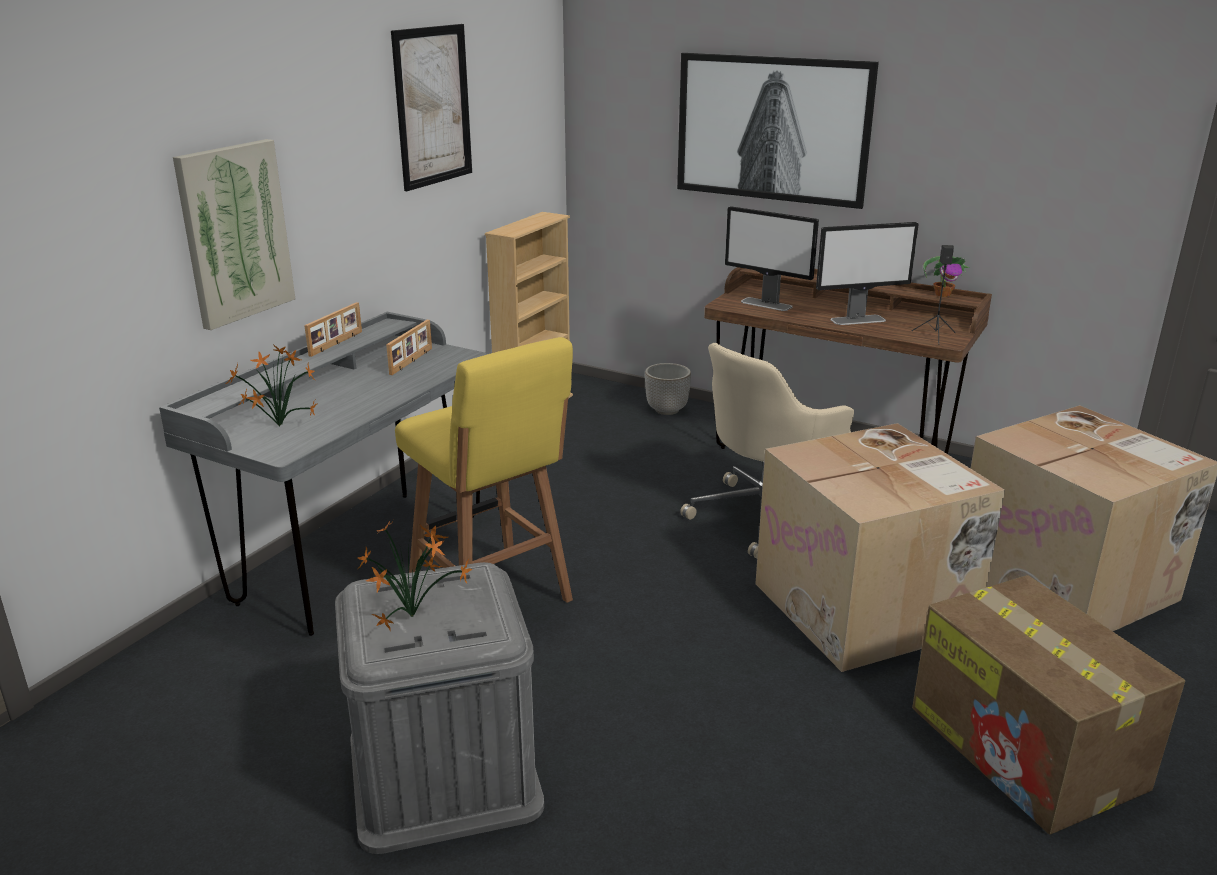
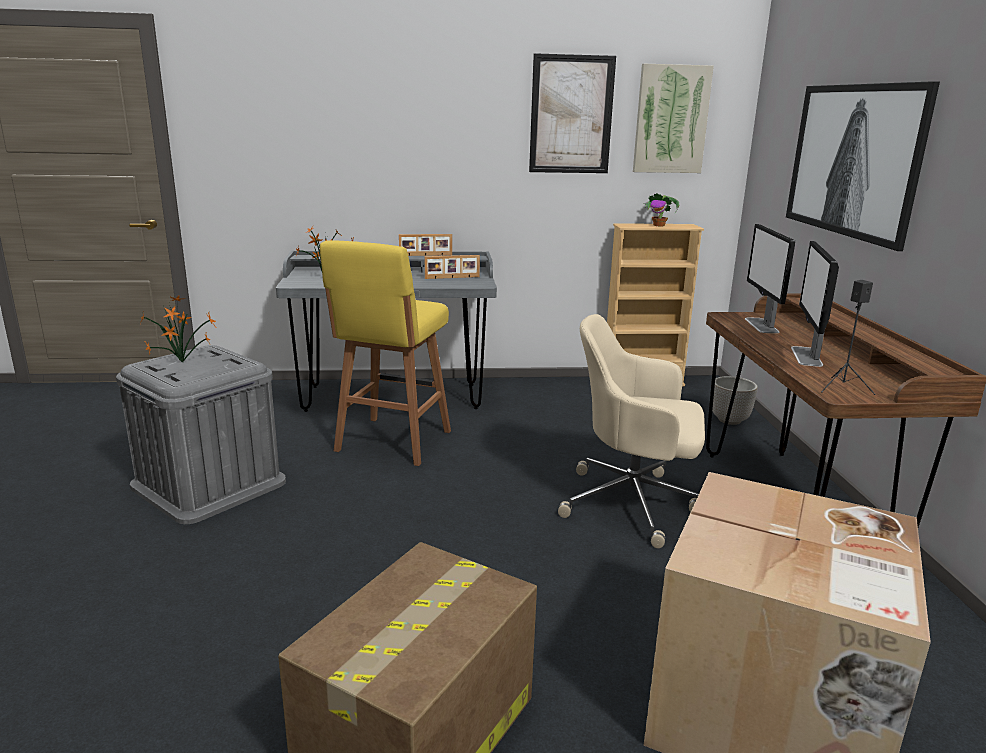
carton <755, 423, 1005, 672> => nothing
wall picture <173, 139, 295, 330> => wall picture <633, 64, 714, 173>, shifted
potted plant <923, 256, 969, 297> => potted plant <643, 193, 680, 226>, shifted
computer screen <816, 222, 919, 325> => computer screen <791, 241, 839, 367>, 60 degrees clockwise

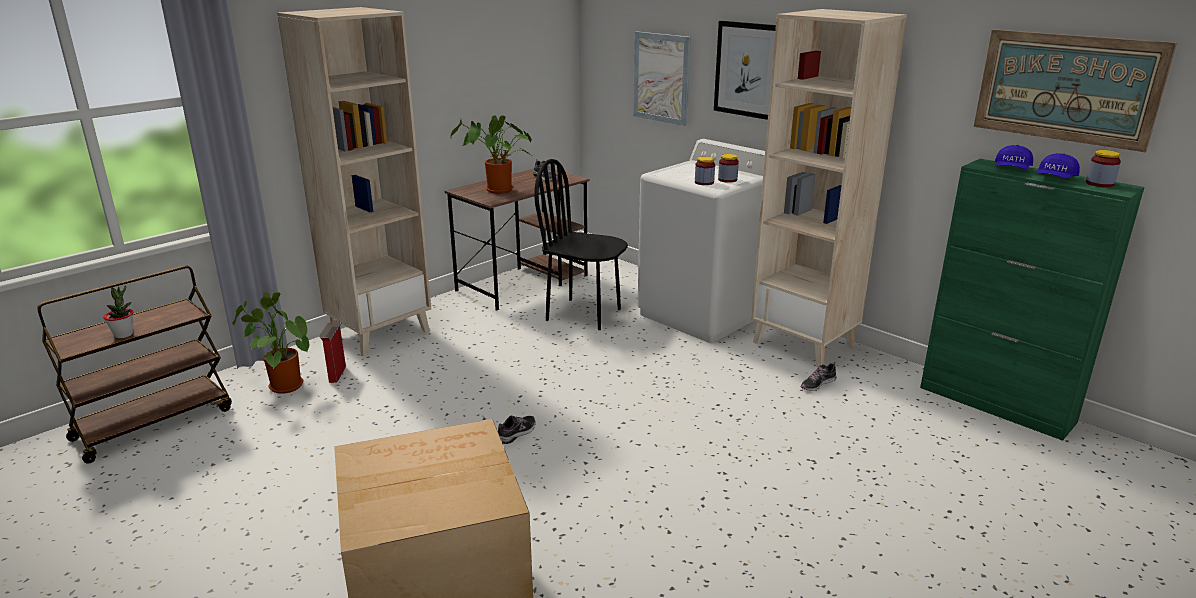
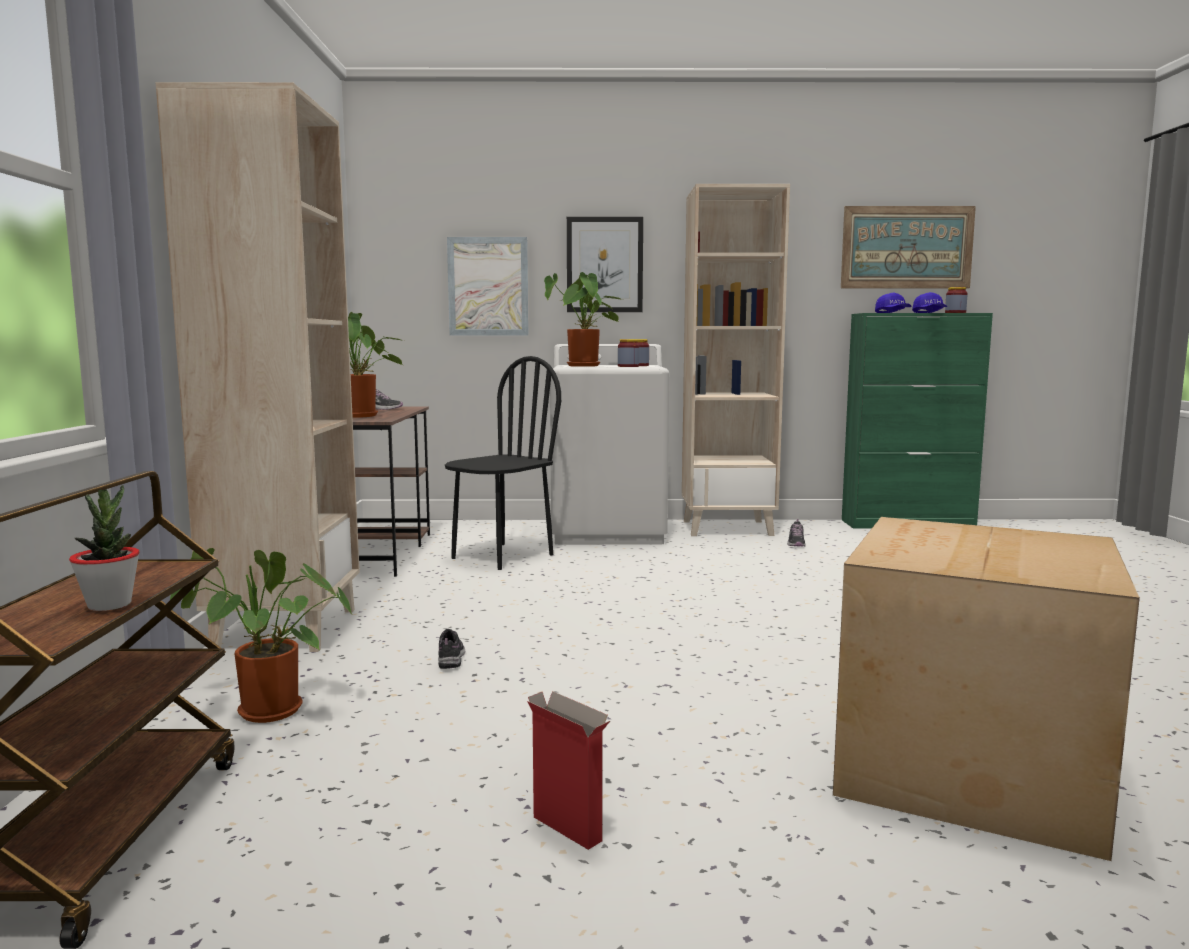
nothing => potted plant <544, 272, 622, 367>
carton <319, 320, 346, 383> => carton <527, 691, 610, 850>, shifted
shoe <498, 415, 536, 444> => shoe <438, 629, 465, 669>, shifted
upright chair (black-coloured) <534, 159, 628, 330> => upright chair (black-coloured) <445, 356, 561, 570>, 150 degrees clockwise

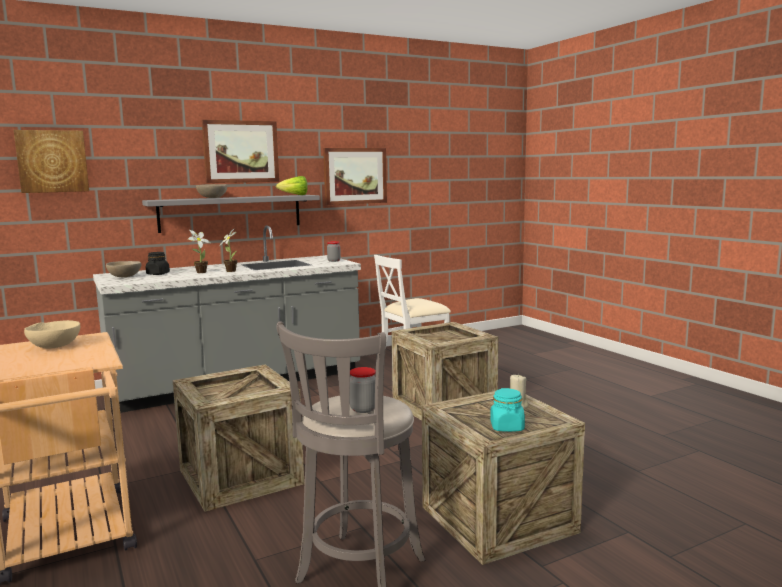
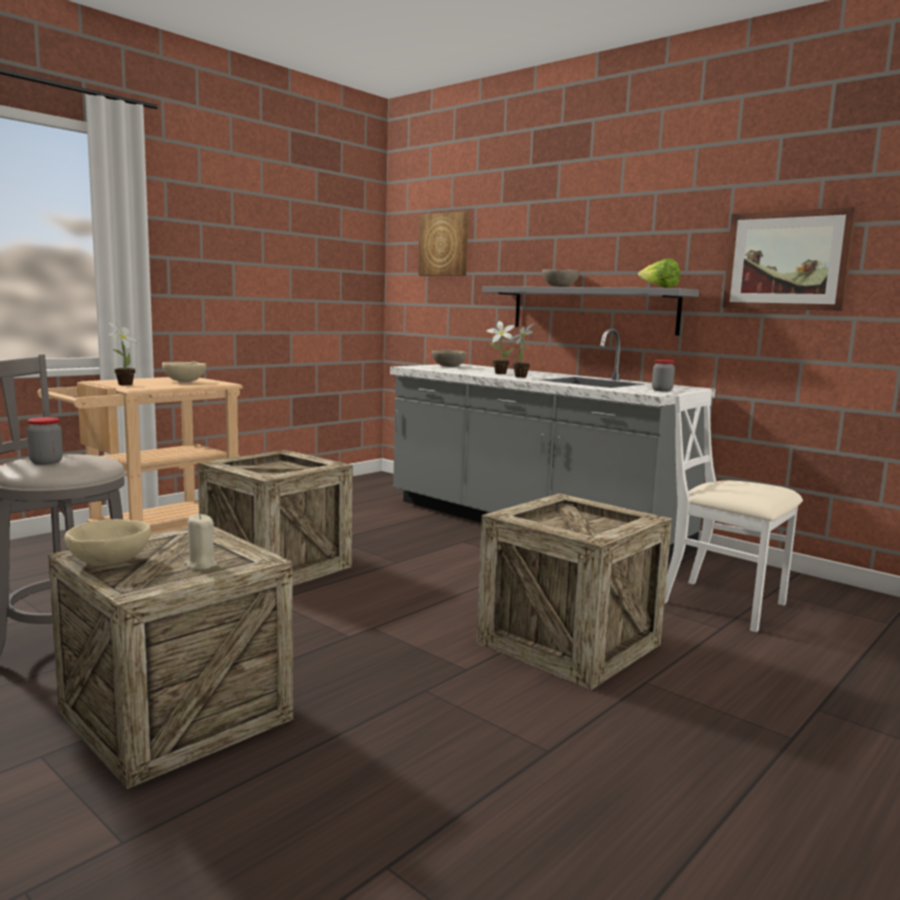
jar (black-coloured) <146, 252, 170, 275> => nothing
wall picture <202, 120, 279, 183> => nothing
nothing => potted plant <108, 323, 140, 385>
jar (blue-green) <490, 388, 525, 432> => bowl (beige) <64, 519, 151, 566>

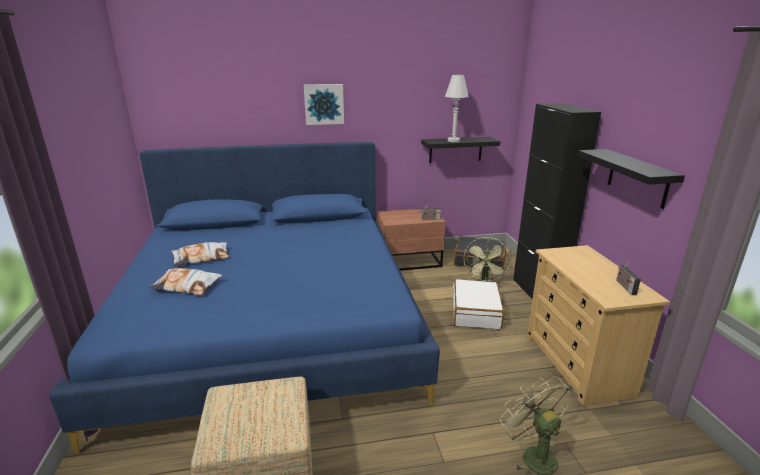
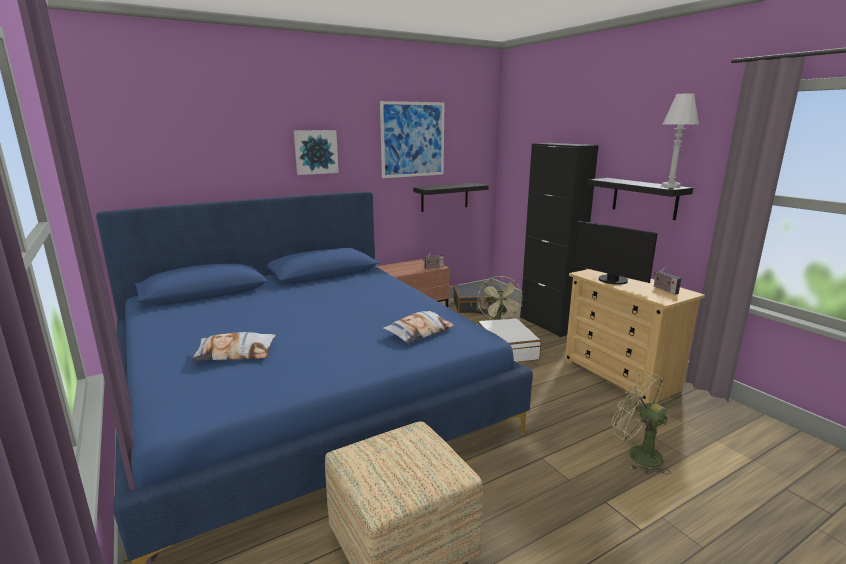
nothing => wall picture <380, 101, 444, 178>
nothing => computer screen <573, 221, 658, 285>
cushion <171, 242, 229, 266> => cushion <383, 311, 455, 344>, shifted
table lamp (whitish) <445, 75, 469, 142> => table lamp (whitish) <662, 94, 699, 188>, shifted

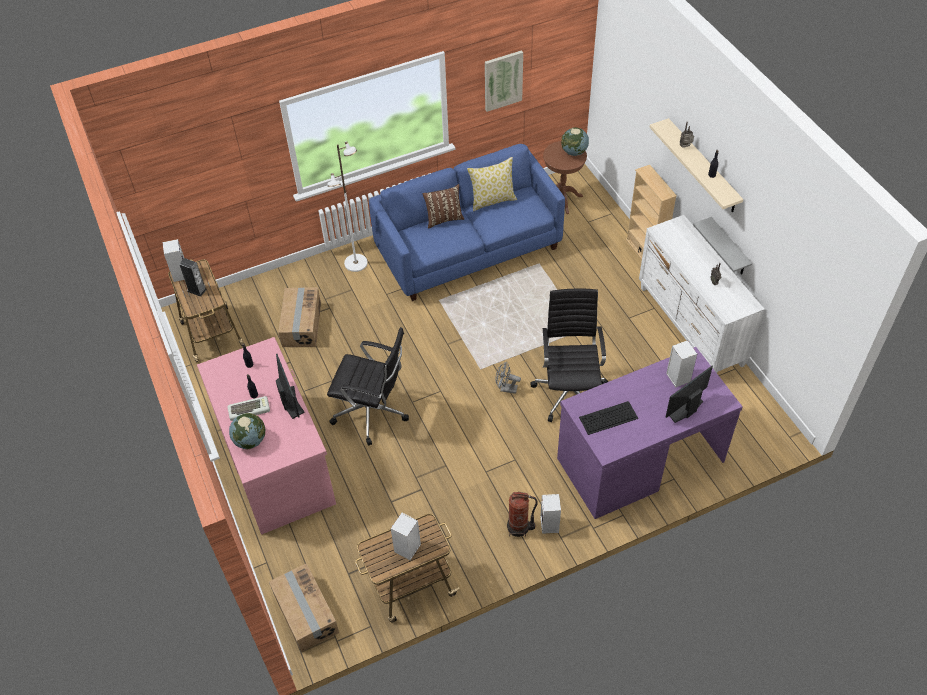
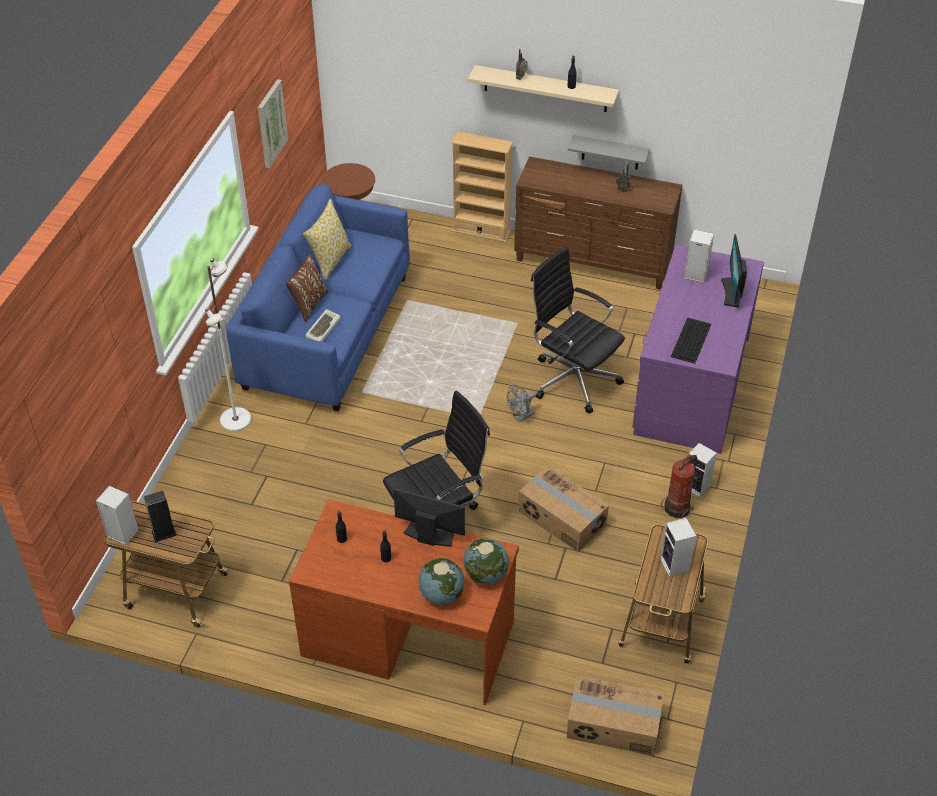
keyboard <227, 396, 270, 421> => keyboard <306, 309, 341, 342>, shifted
carton <278, 288, 321, 347> => carton <519, 465, 609, 552>, shifted
globe <561, 128, 589, 156> => globe <464, 538, 509, 584>, shifted
desk (pink) <197, 337, 336, 535> => desk (brown) <289, 499, 519, 705>
chest of drawers (whitish) <639, 215, 765, 373> => chest of drawers (brown) <514, 156, 682, 289>

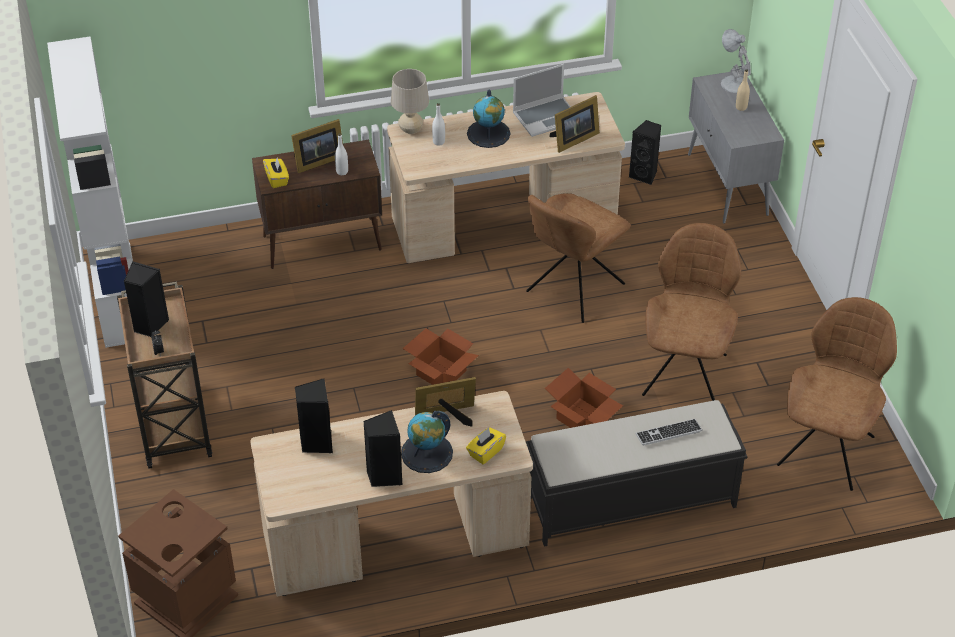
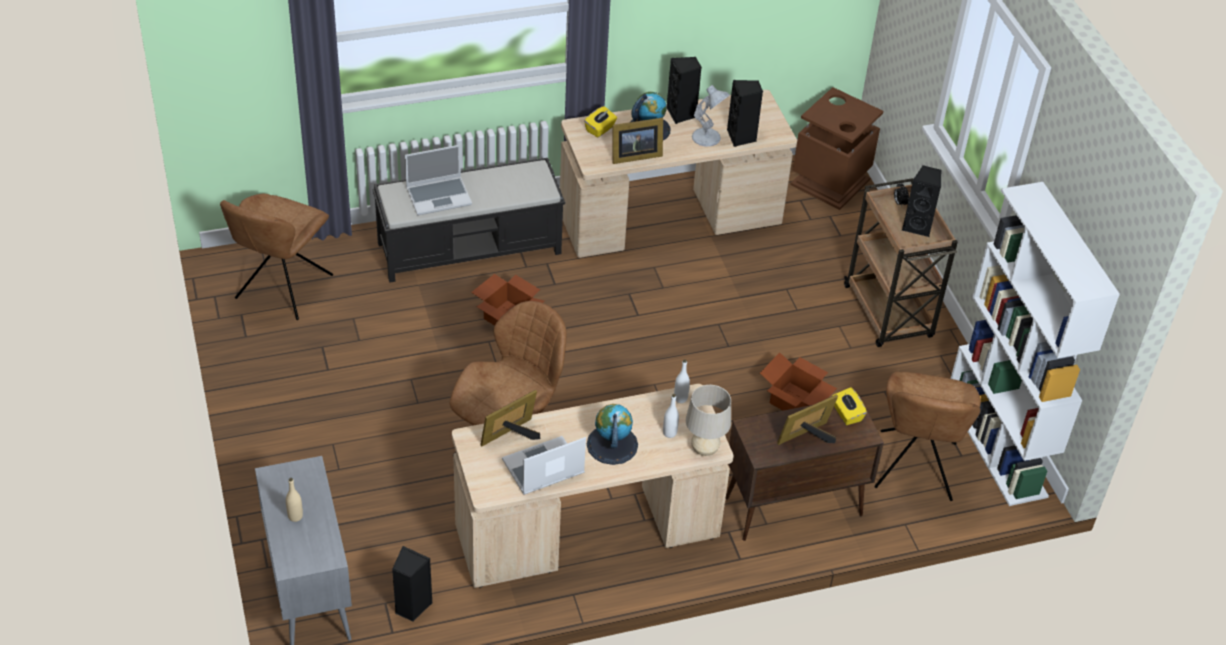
beverage bottle (whitish) <335, 133, 348, 175> => beverage bottle (whitish) <674, 359, 690, 403>, shifted
carton <403, 328, 479, 385> => carton <760, 353, 837, 411>, shifted
upright chair (brown) <642, 223, 741, 401> => upright chair (brown) <874, 371, 981, 501>, shifted
table lamp (whitish) <721, 29, 751, 93> => table lamp (whitish) <692, 85, 730, 147>, shifted
keyboard <636, 419, 702, 446> => portable computer <405, 145, 472, 215>

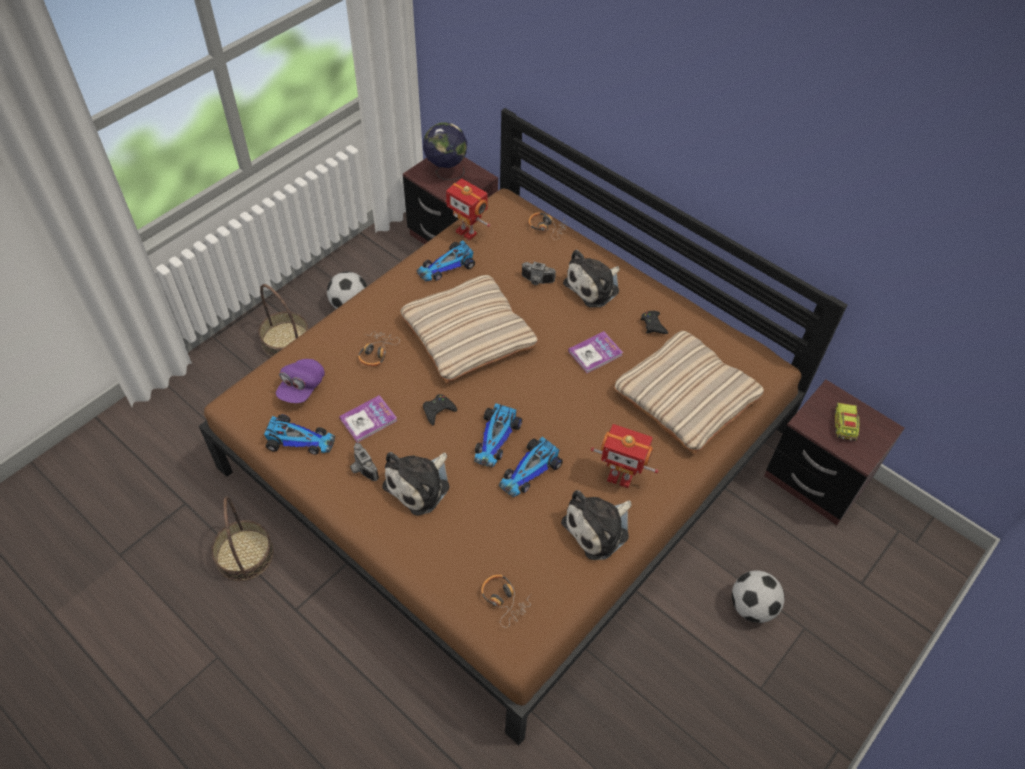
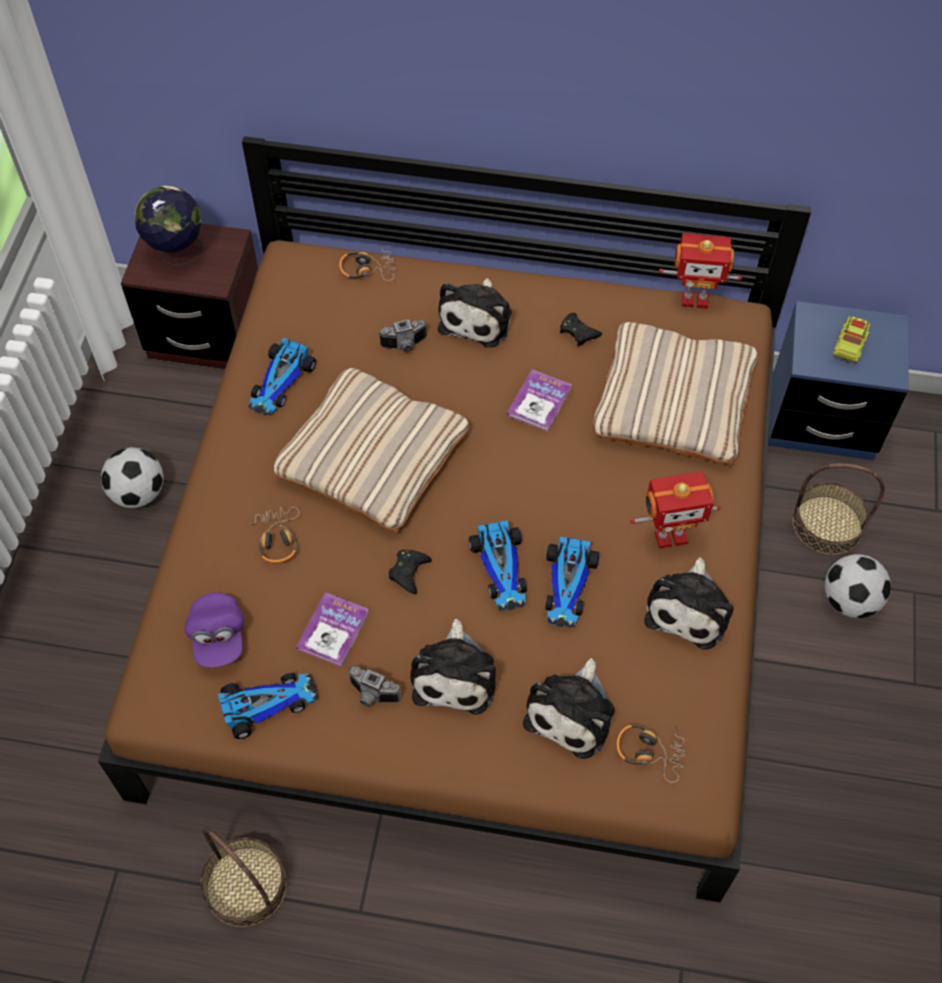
nothing => plush toy <523, 658, 615, 759>
storage basket <258, 284, 308, 357> => storage basket <792, 463, 885, 555>, shifted
robot figure <445, 178, 490, 240> => robot figure <659, 233, 742, 309>, shifted
nightstand (brown) <764, 380, 905, 525> => nightstand (bluish) <768, 301, 909, 460>
toy truck <835, 403, 860, 441> => toy truck <833, 316, 870, 364>, 135 degrees counterclockwise

